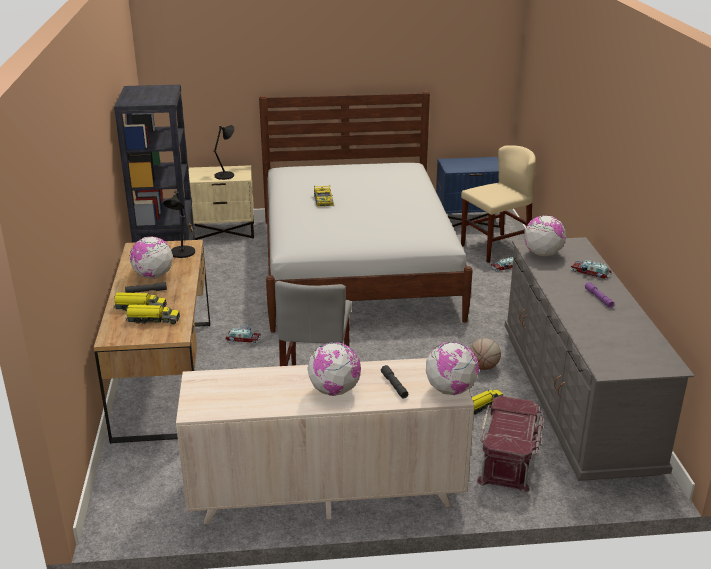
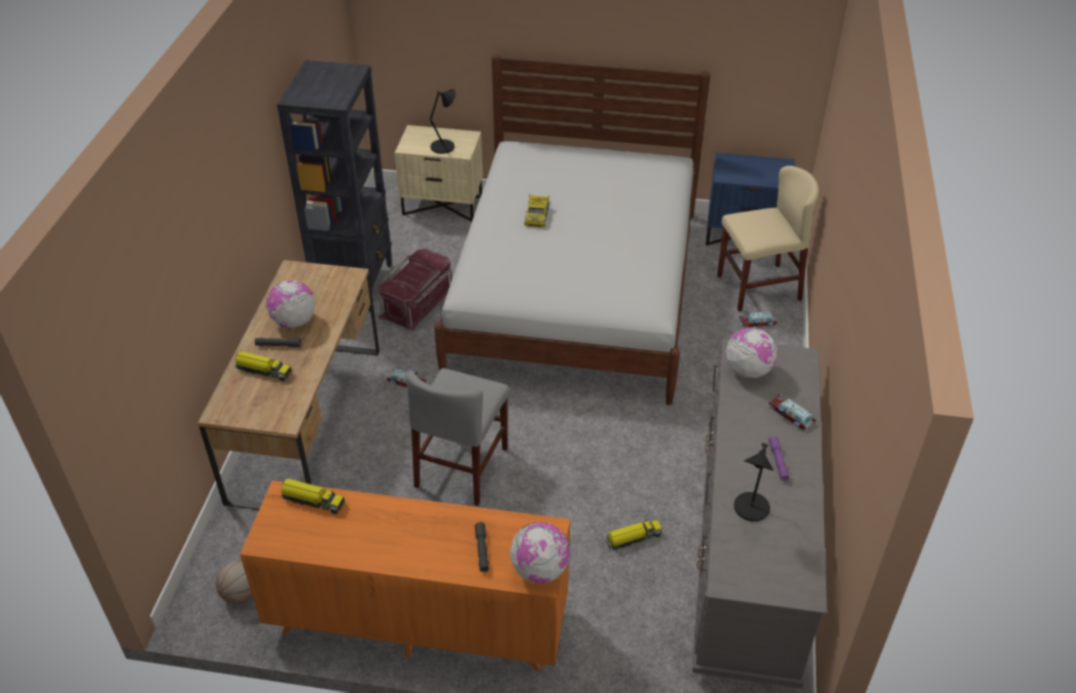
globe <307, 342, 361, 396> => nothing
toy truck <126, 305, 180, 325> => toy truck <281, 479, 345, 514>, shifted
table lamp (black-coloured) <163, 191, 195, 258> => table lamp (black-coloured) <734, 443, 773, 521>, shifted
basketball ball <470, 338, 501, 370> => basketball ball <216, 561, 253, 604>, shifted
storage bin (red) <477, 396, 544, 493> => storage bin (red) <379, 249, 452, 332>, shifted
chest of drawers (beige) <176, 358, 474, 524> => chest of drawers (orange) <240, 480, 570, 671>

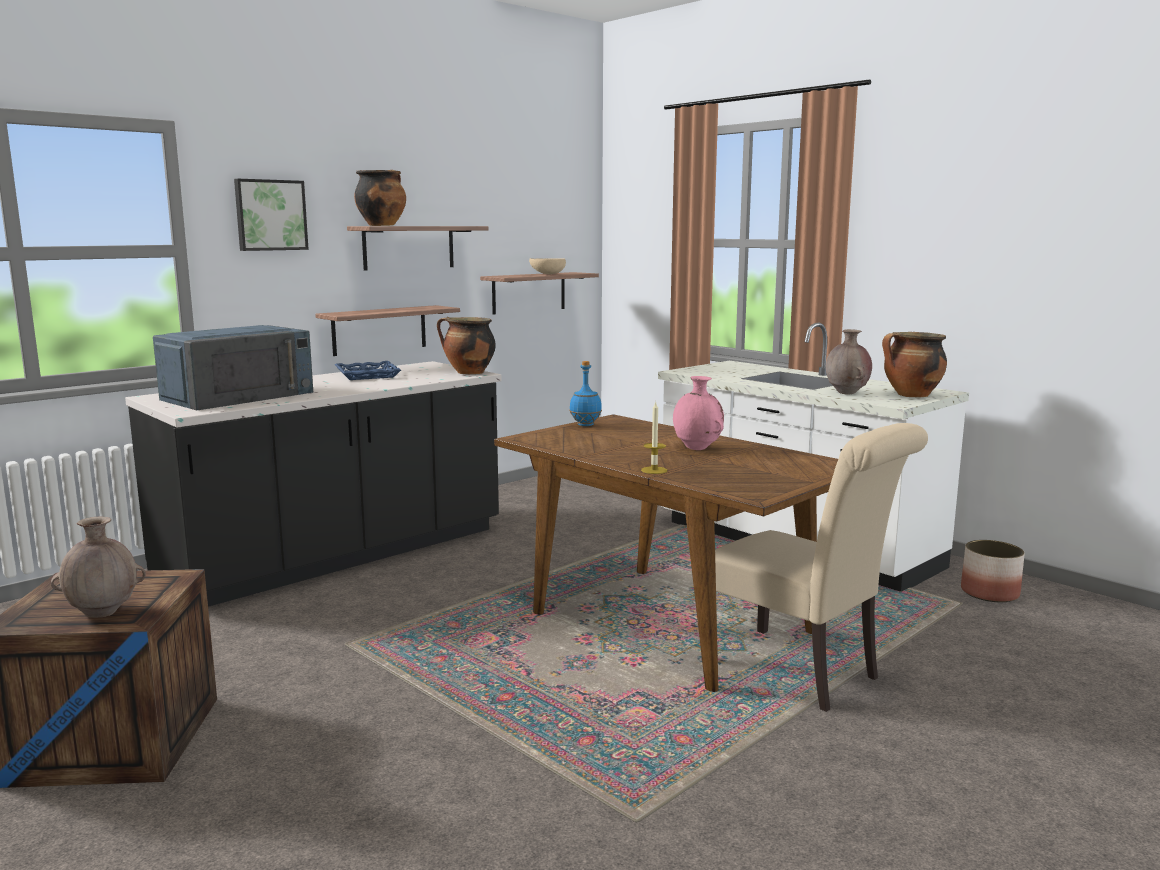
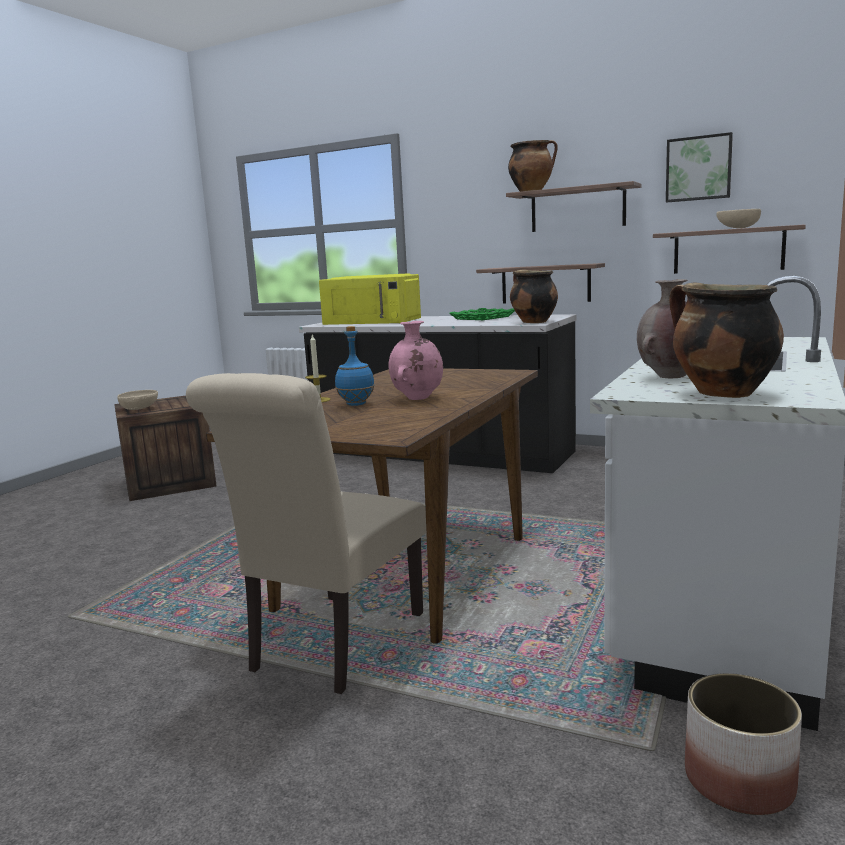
wall picture <234, 179, 309, 251> => wall picture <666, 132, 733, 202>, shifted
beverage bottle (bluish) <570, 361, 602, 426> => beverage bottle (bluish) <335, 326, 375, 406>, shifted
flower vase (brown) <51, 516, 146, 618> => bowl (beige) <117, 390, 158, 410>
kitchen microwave (bluish) <153, 325, 313, 410> => kitchen microwave (yellow-coloured) <319, 273, 421, 325>
tray (bluish) <335, 361, 401, 380> => tray (green) <449, 308, 515, 320>

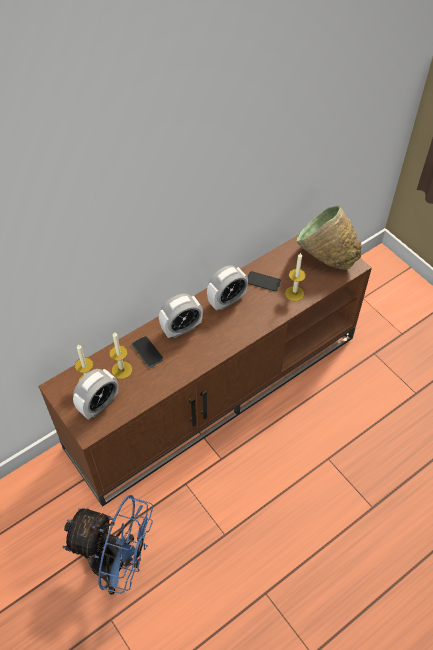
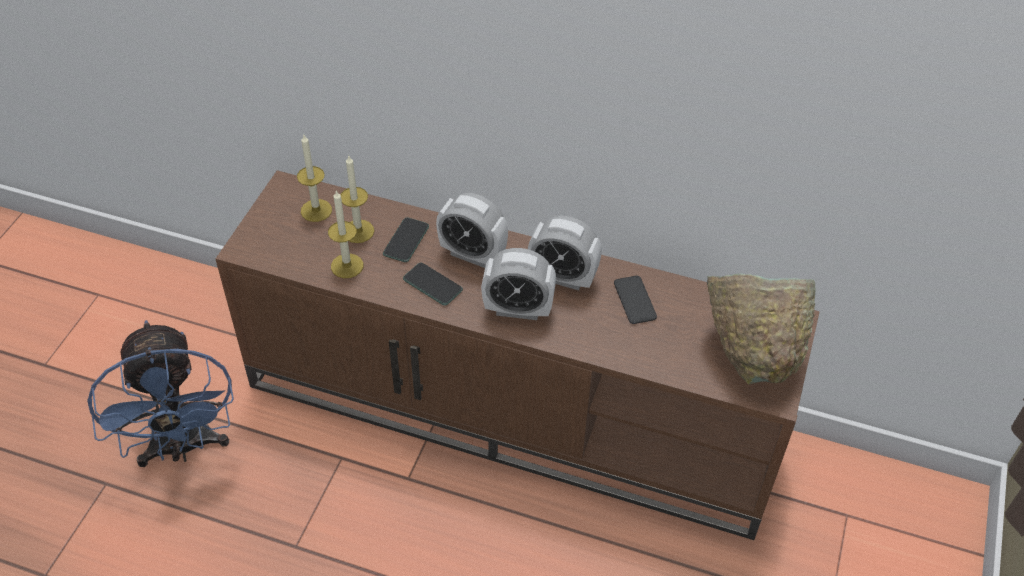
nothing => telephone <403, 263, 463, 306>
bedside clock <73, 369, 118, 420> => bedside clock <481, 248, 556, 320>, shifted
wax light <285, 252, 306, 301> => wax light <328, 190, 363, 278>, shifted

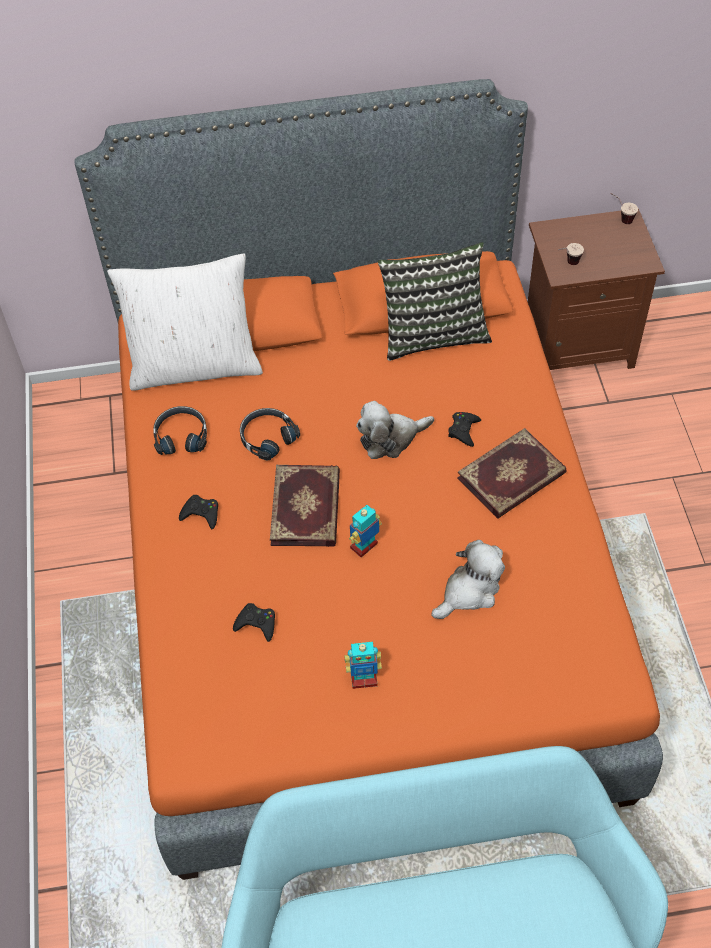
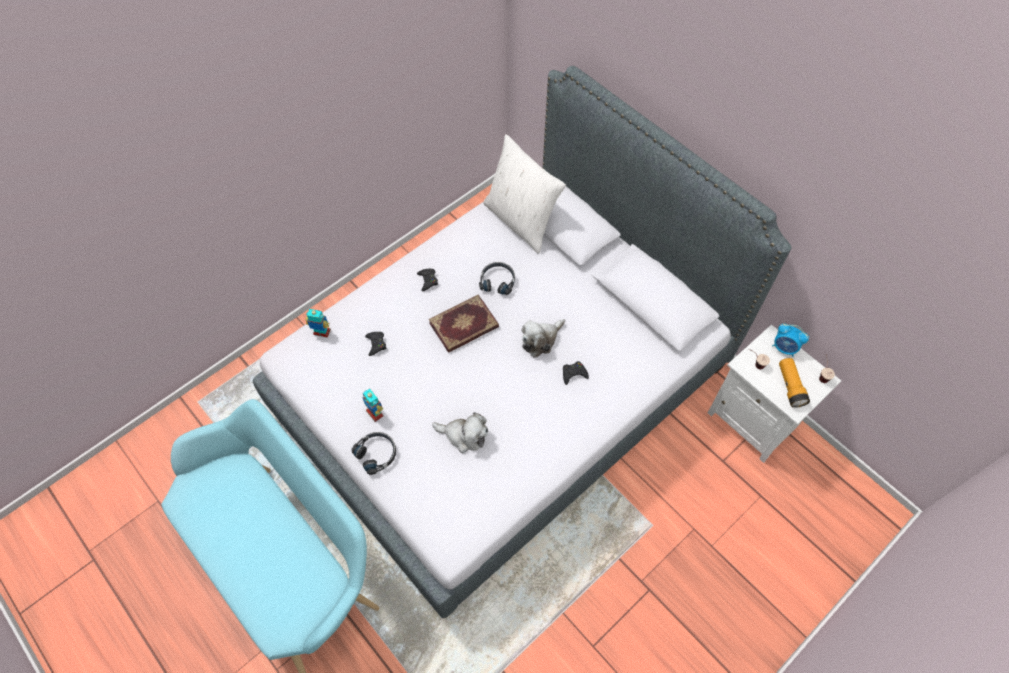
cushion <378, 242, 492, 361> => nothing
volume <457, 428, 567, 518> => nothing
nothing => bedside clock <772, 324, 809, 356>
nothing => flashlight <779, 358, 810, 408>
pair of headphones (black-coloured) <153, 406, 207, 455> => pair of headphones (black-coloured) <351, 432, 396, 475>, shifted
robot figure <349, 505, 382, 557> => robot figure <306, 309, 331, 338>, shifted
bed (orange) <74, 79, 663, 880> => bed (greyish) <253, 66, 791, 618>
nightstand (brown) <528, 208, 665, 370> => nightstand (whitish) <708, 325, 841, 463>
plush toy <356, 401, 434, 459> => plush toy <522, 319, 565, 358>, 75 degrees counterclockwise

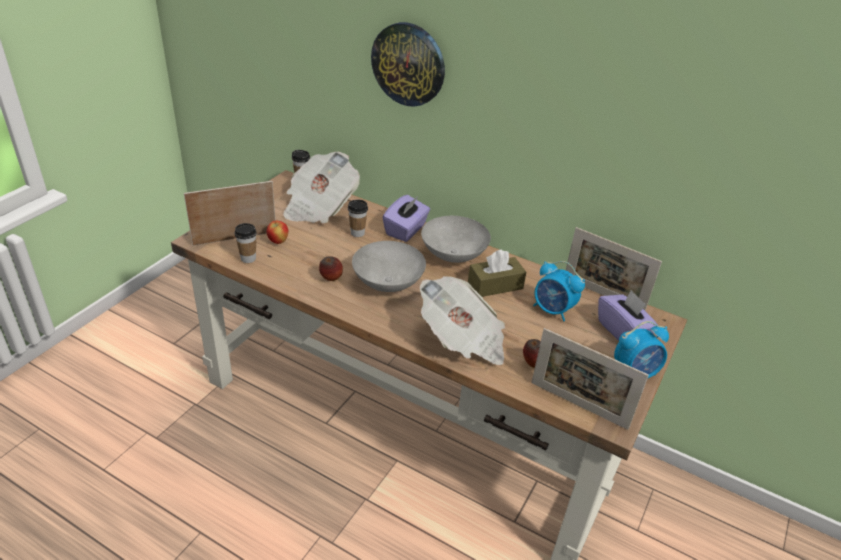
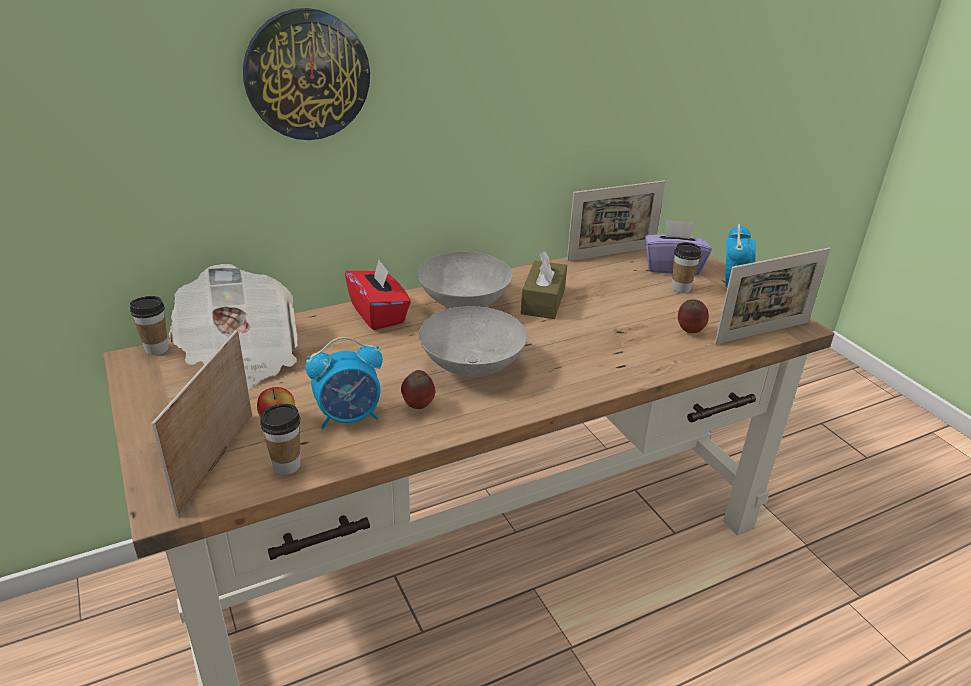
newspaper <420, 276, 505, 365> => nothing
drinking cup <348, 200, 368, 237> => drinking cup <672, 242, 701, 293>, shifted
bedside clock <533, 261, 585, 321> => bedside clock <305, 337, 383, 429>, shifted
box of tissues (purple) <383, 195, 430, 242> => box of tissues (red) <345, 259, 411, 330>

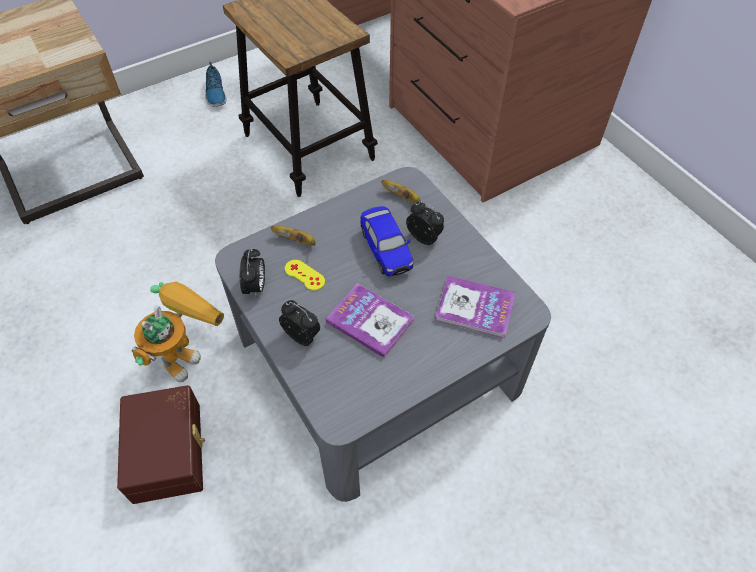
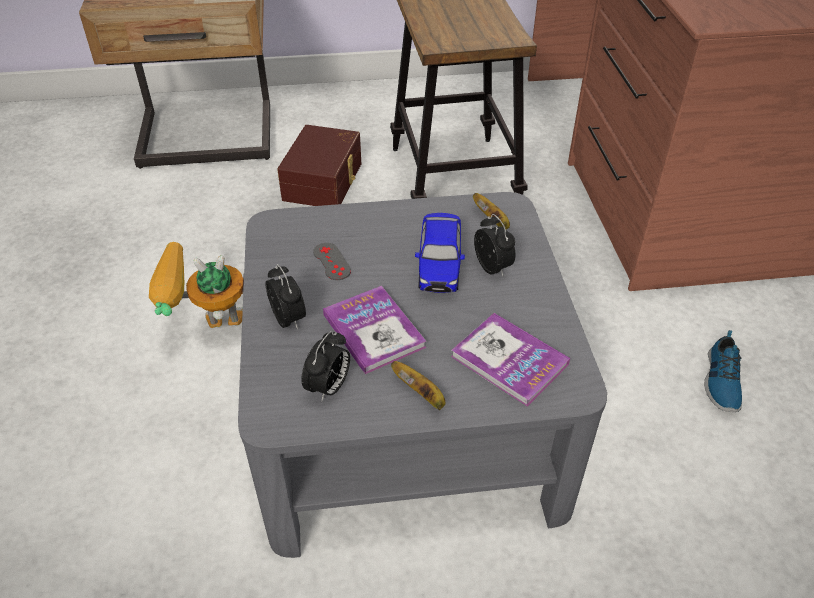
storage bin (brown) <117, 385, 205, 504> => storage bin (brown) <277, 125, 361, 206>, shifted
shoe <205, 61, 227, 107> => shoe <704, 330, 742, 412>, shifted
bedside clock <240, 249, 265, 296> => bedside clock <301, 331, 350, 401>, shifted
banana fruit <271, 226, 315, 246> => banana fruit <391, 361, 445, 410>, shifted
joypad (yellow-coloured) <285, 260, 325, 290> => joypad (greyish) <313, 243, 351, 280>
robot figure <132, 282, 224, 382> => robot figure <149, 242, 244, 328>, 150 degrees counterclockwise

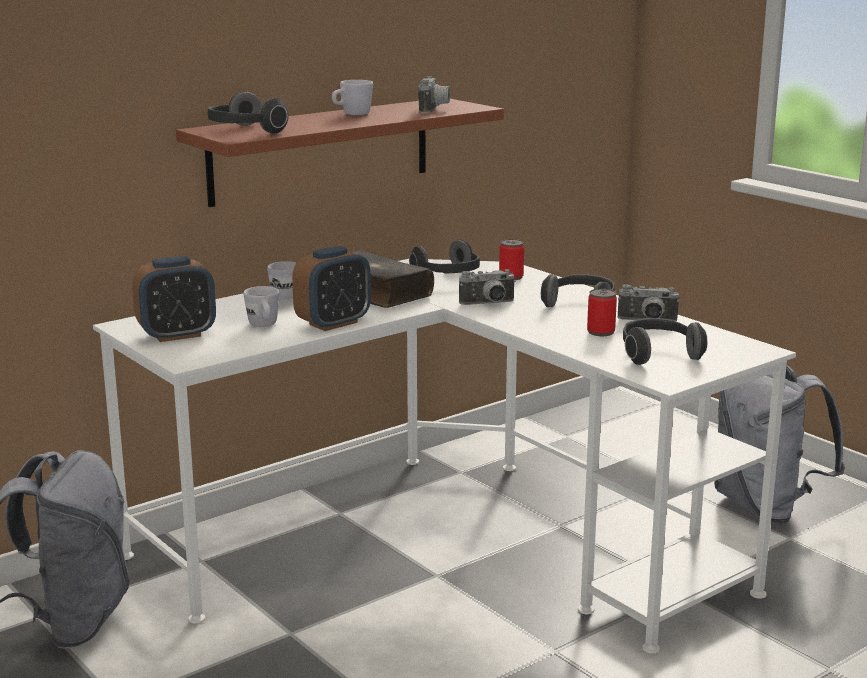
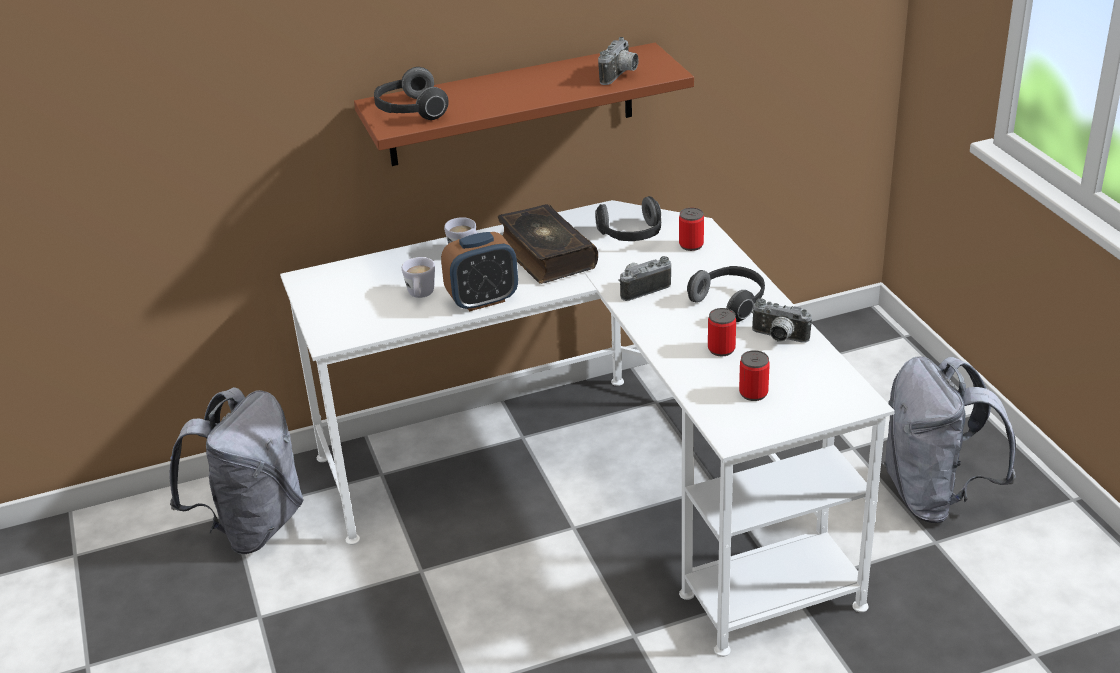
bedside clock <132, 256, 216, 342> => nothing
mug (whitish) <332, 80, 373, 115> => nothing
pair of headphones <623, 318, 707, 365> => can <739, 350, 770, 401>
still camera <459, 269, 516, 305> => still camera <618, 256, 671, 301>, 150 degrees clockwise

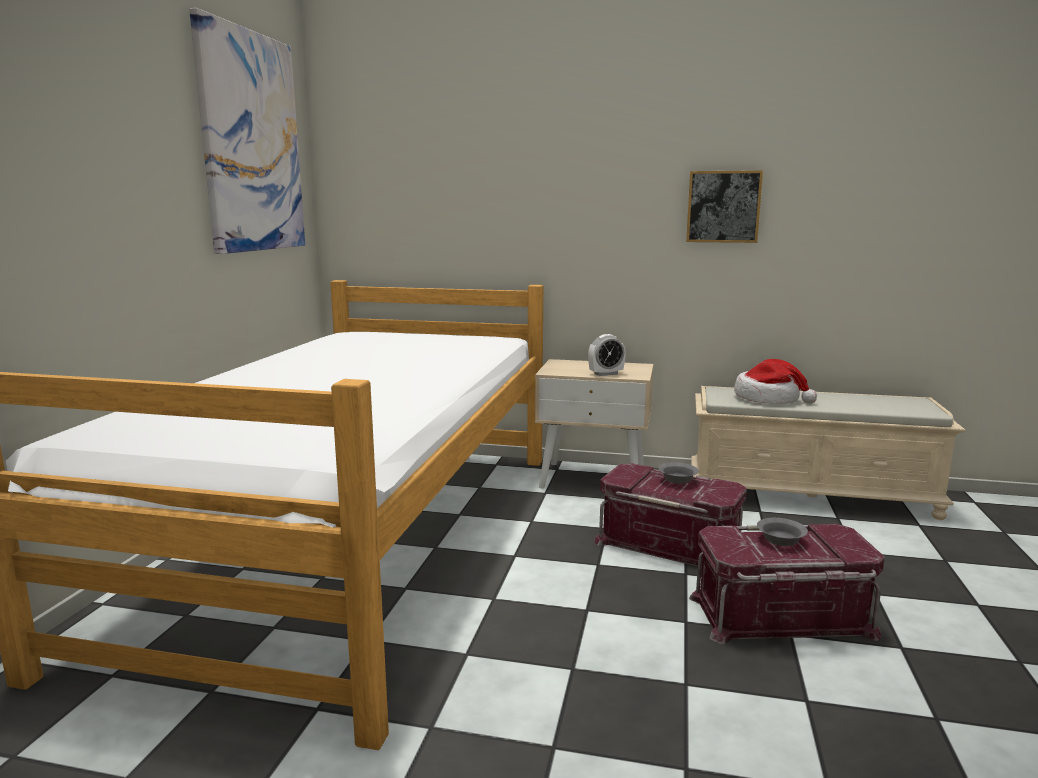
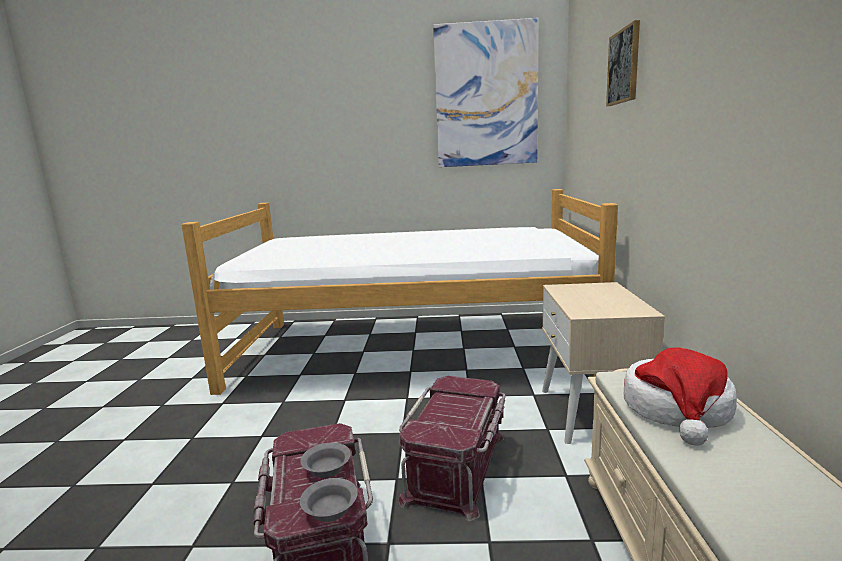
bedside clock <588, 334, 626, 376> => nothing
bowl (greyish) <659, 462, 699, 484> => bowl (greyish) <300, 478, 358, 522>, shifted
wall picture <686, 170, 763, 243> => wall picture <606, 20, 640, 106>, shifted

